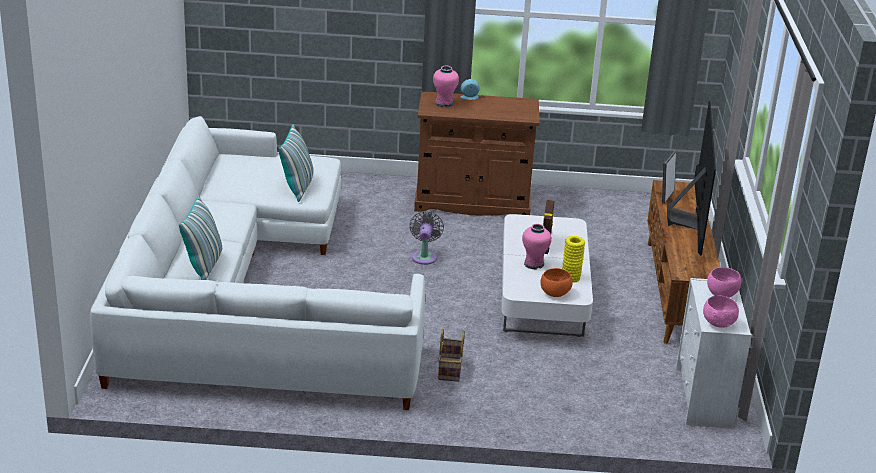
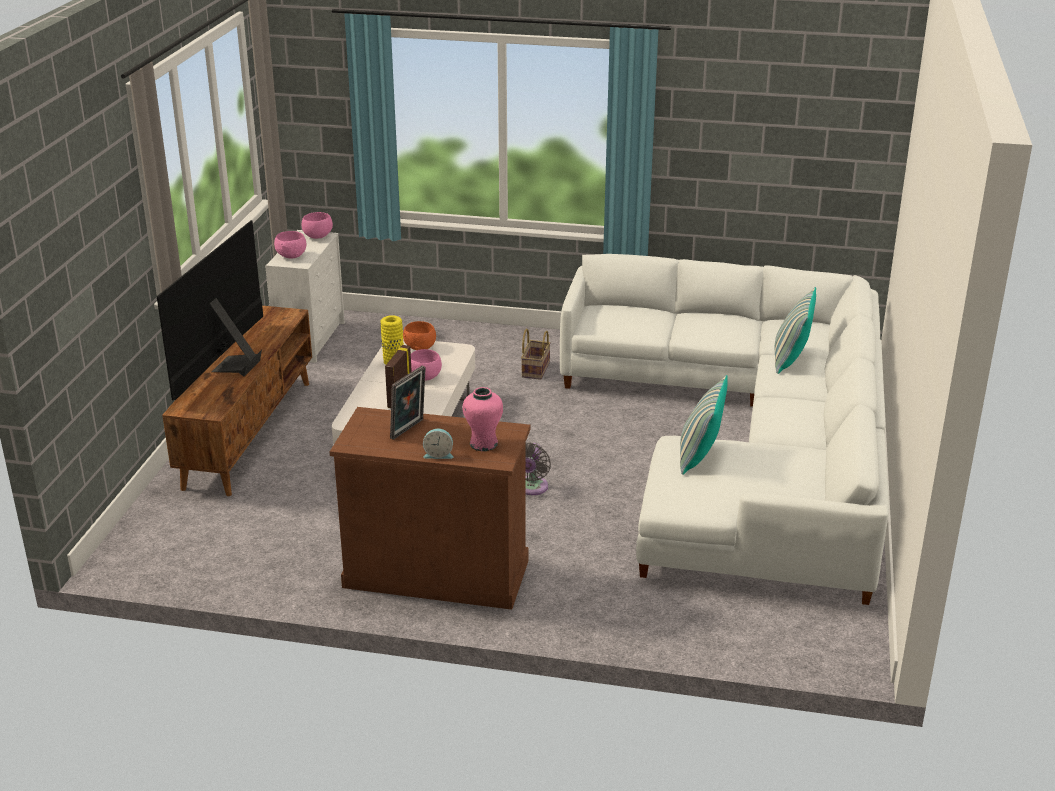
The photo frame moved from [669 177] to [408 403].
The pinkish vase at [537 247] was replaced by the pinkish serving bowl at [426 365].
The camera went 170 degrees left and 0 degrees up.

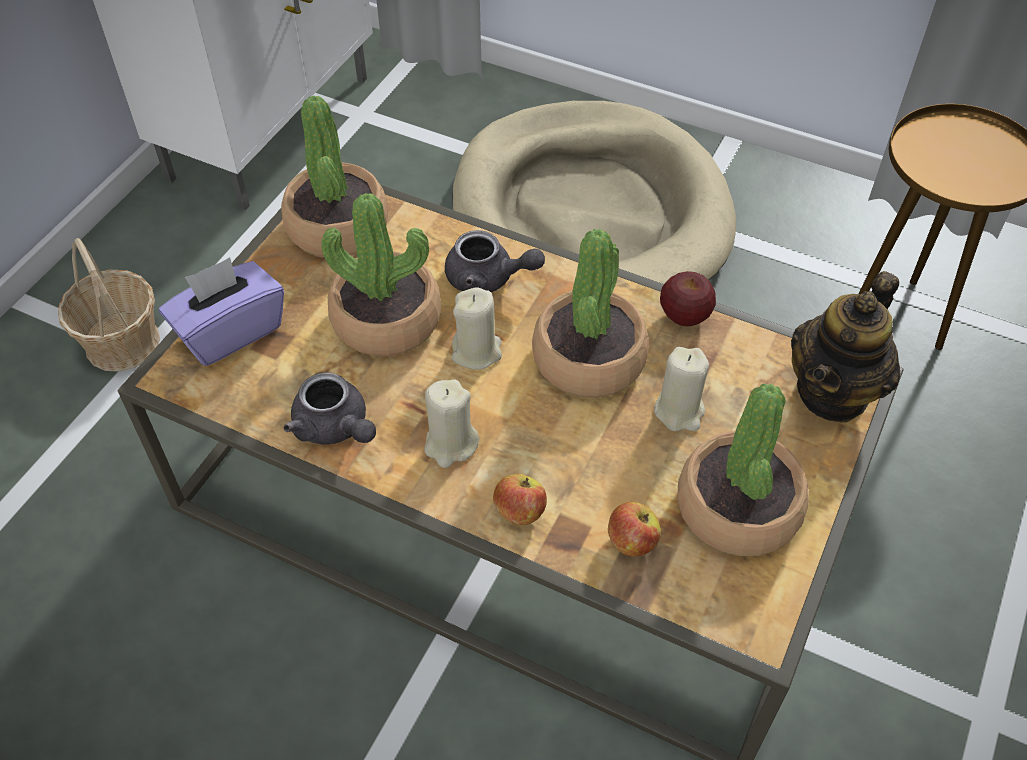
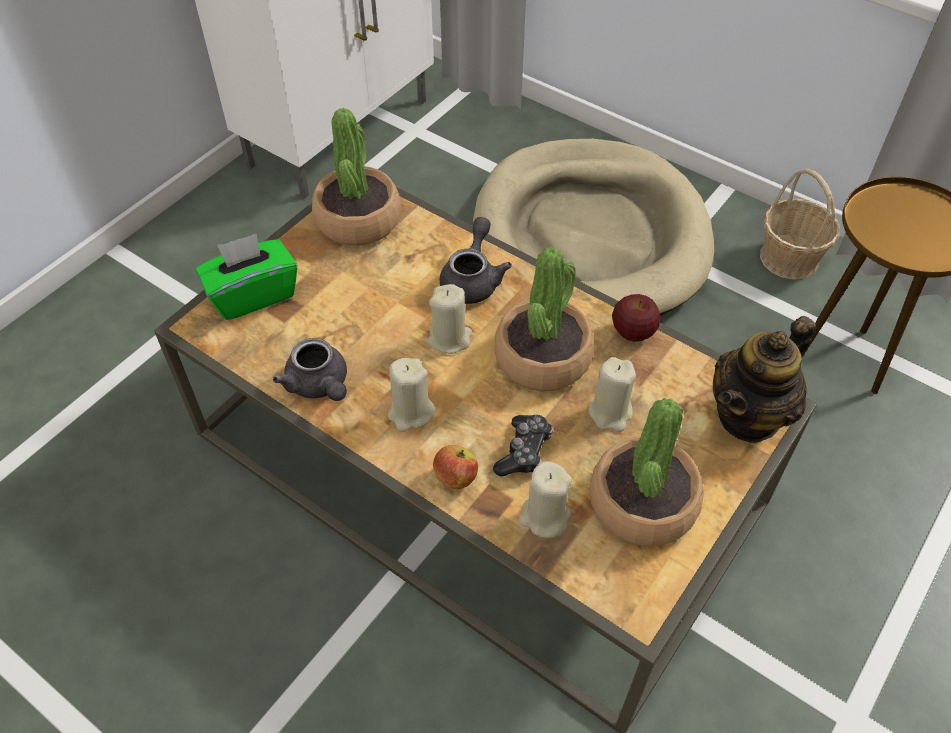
The plant in a pot at [381 274] disappeared.
The grey teapot at [495 261] turned 105 degrees counterclockwise.
The basket moved from [109 305] to [799 224].
The purple tissue holder at [221 311] became the green tissue holder at [247 277].
The apple at [634 529] was replaced by the beige-coloured candle at [545 499].
The game controller at [523 445] appeared.
The camera went 10 degrees right and 0 degrees up.

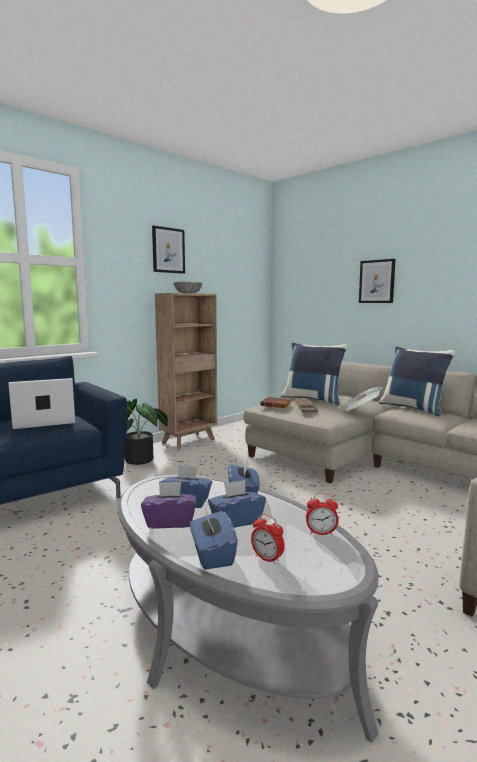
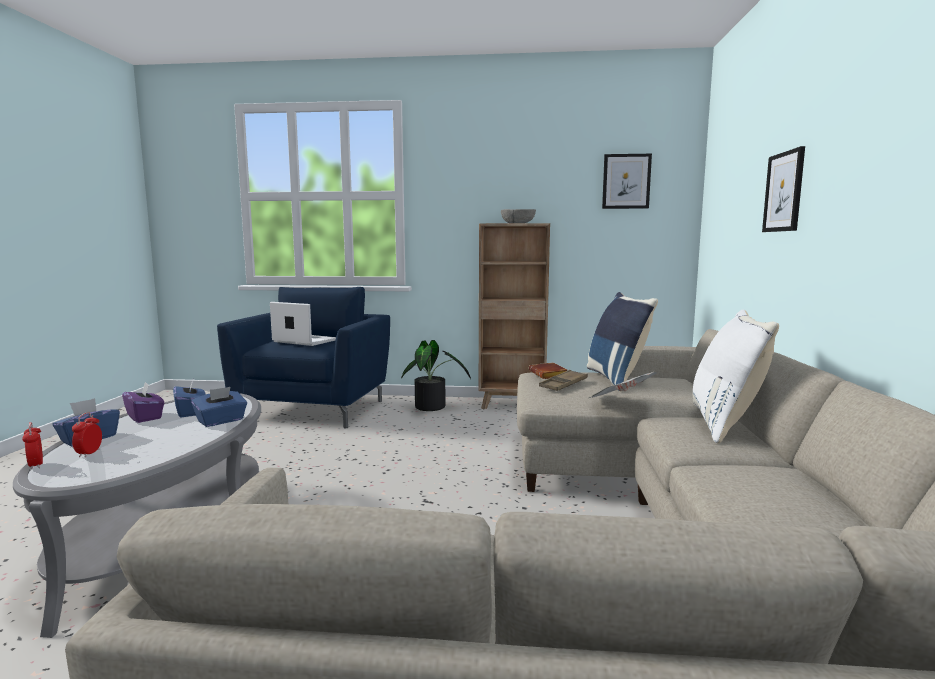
The picture moved from [168 250] to [627 181].
The blue cushion at [417 381] became the white-coloured cushion at [736 376].
The blue tissue holder at [237 504] disappeared.
The alarm clock moved from [322 514] to [32 446].
The camera went 50 degrees right and 0 degrees up.

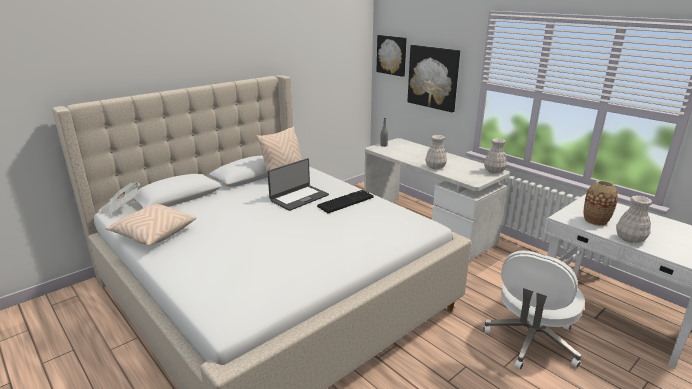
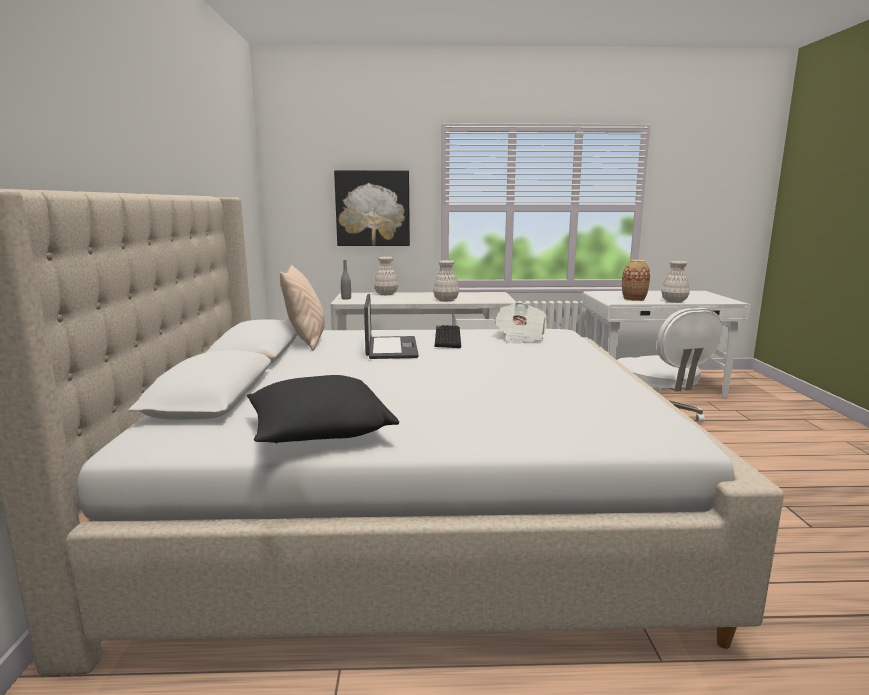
The picture at [392 56] disappeared.
The white-coloured vase moved from [495 156] to [386 276].
The newspaper moved from [119 199] to [521 323].
The beige-coloured cushion at [151 225] became the black cushion at [323 409].
The camera went 50 degrees left and 10 degrees down.

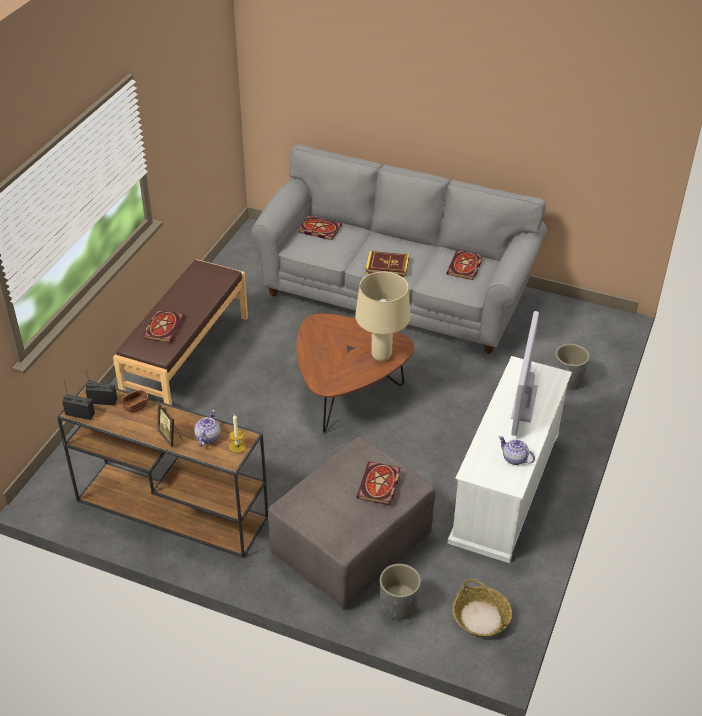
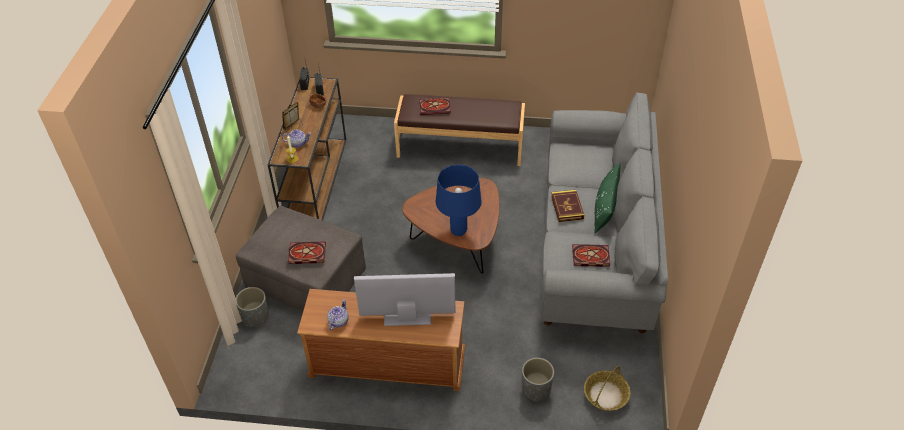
The bound book at [320 227] disappeared.
The beige-coloured table lamp at [382 316] became the blue table lamp at [459 200].
The white-coloured tv stand at [509 459] became the brownish tv stand at [381 340].
The basket moved from [482 608] to [607 388].
The green cushion at [607 197] appeared.
The camera went 75 degrees right and 5 degrees up.

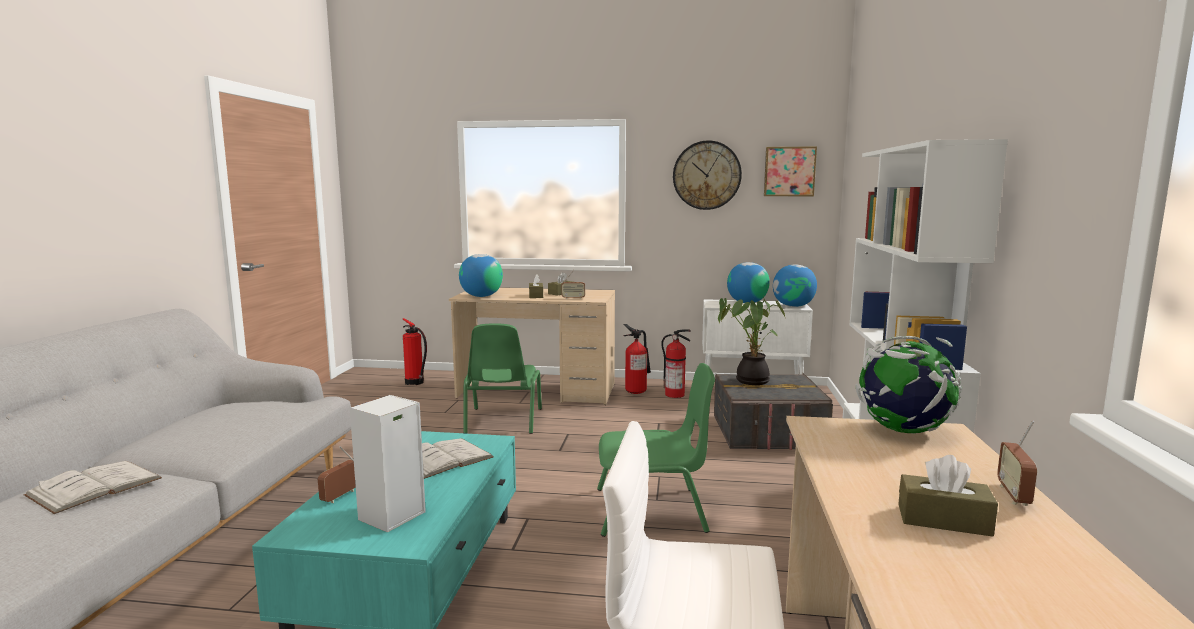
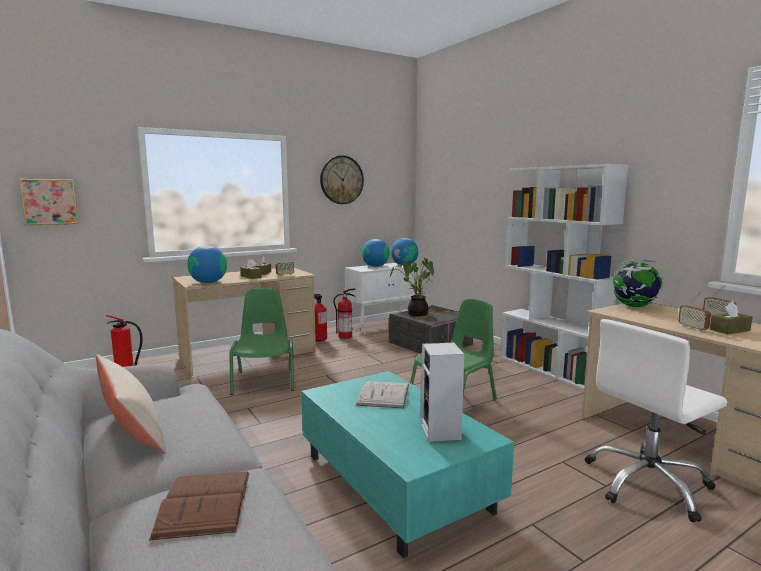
The picture moved from [790 171] to [49 202].
The green plain chair at [502 378] turned 150 degrees counterclockwise.
The radio set moved from [337 474] to [694 312].
The white-coloured bound book at [93 487] became the brownish bound book at [199 506].
The beige-coloured cushion at [131 404] appeared.
The camera went 40 degrees left and 0 degrees up.

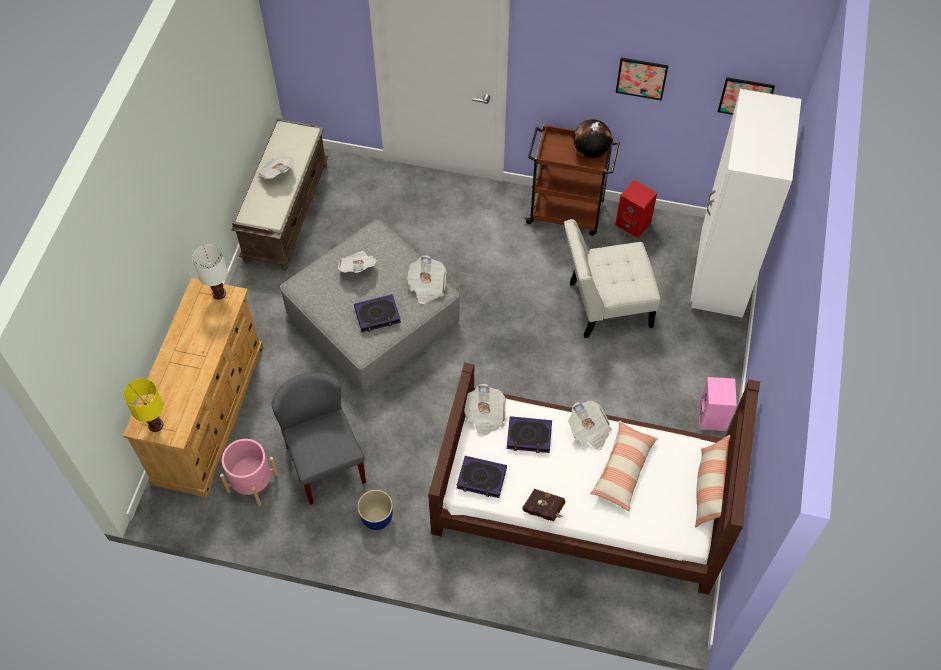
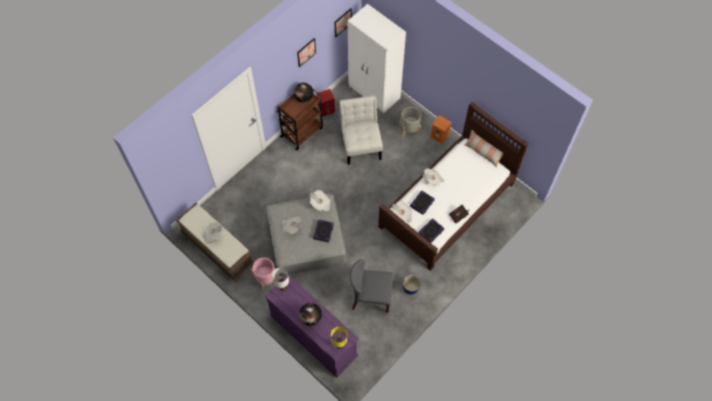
The white-coloured plain chair at [612 278] turned 150 degrees clockwise.
The beige-coloured dresser at [193 387] became the purple dresser at [312 326].
The pinkish speaker at [718 404] became the orangey speaker at [440 129].
The cushion at [624 466] disappeared.
The pinkish plant pot moved from [249 472] to [265 274].
The grey plant pot at [410 122] appeared.
The desk globe at [310 314] appeared.
The camera went 60 degrees left and 5 degrees up.

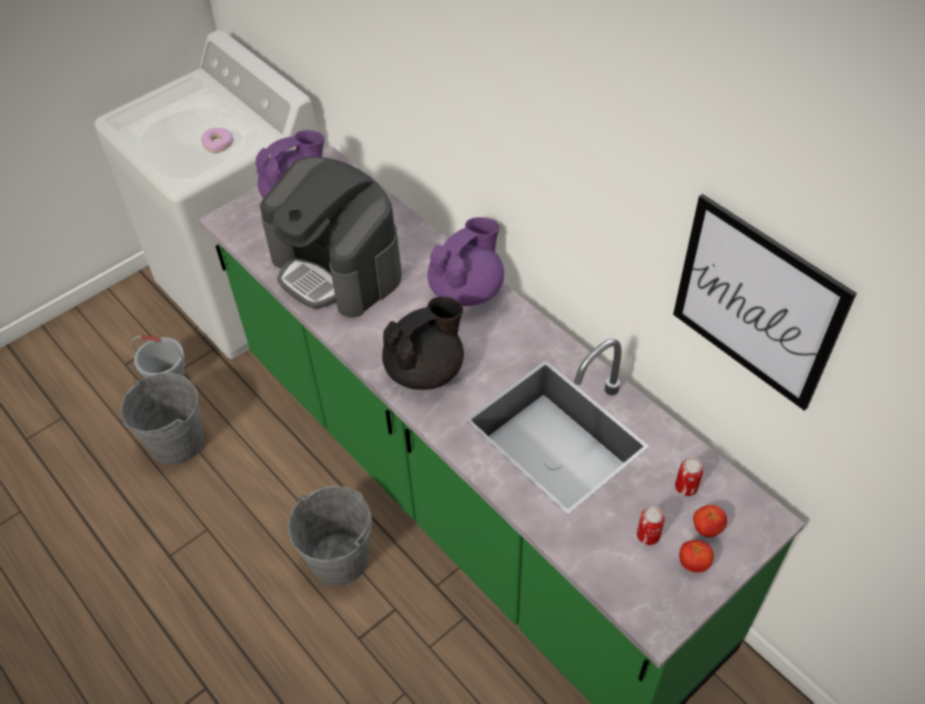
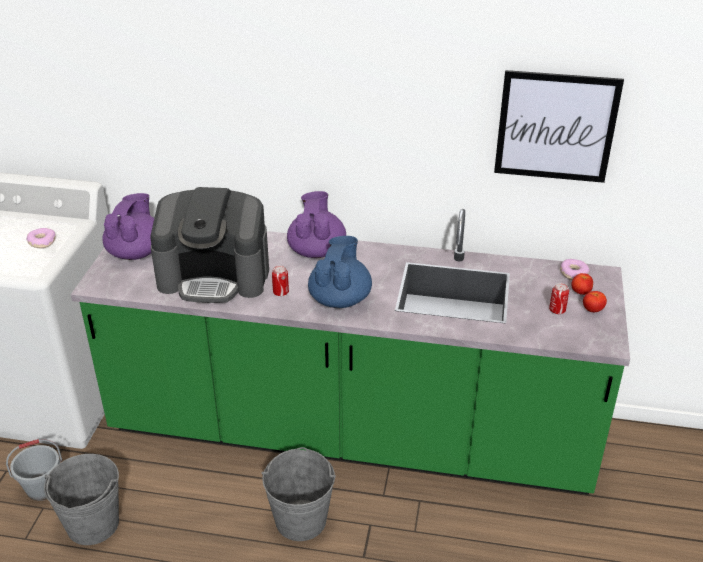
The black teapot at [423 343] became the blue teapot at [340 272].
The can moved from [689 476] to [280 280].
The donut at [575 269] appeared.
The camera went 40 degrees left and 15 degrees down.

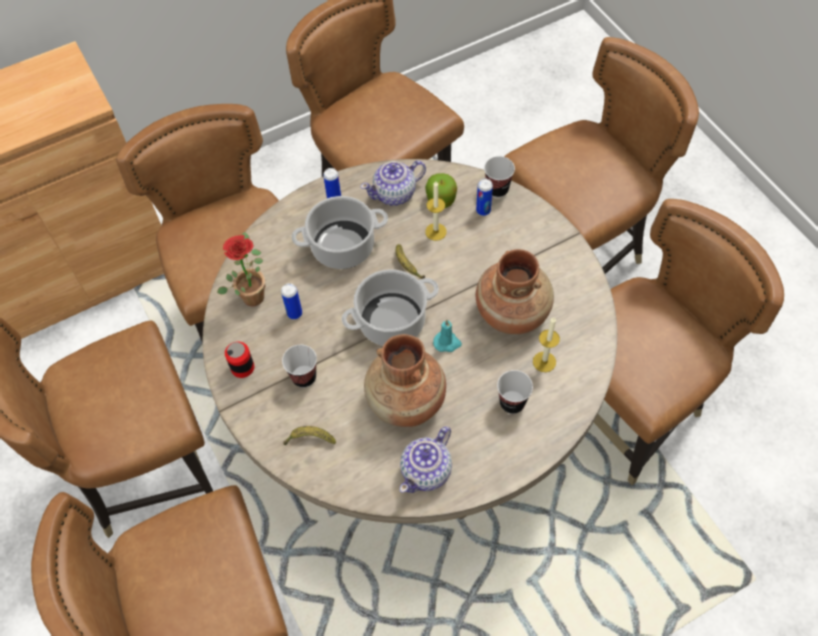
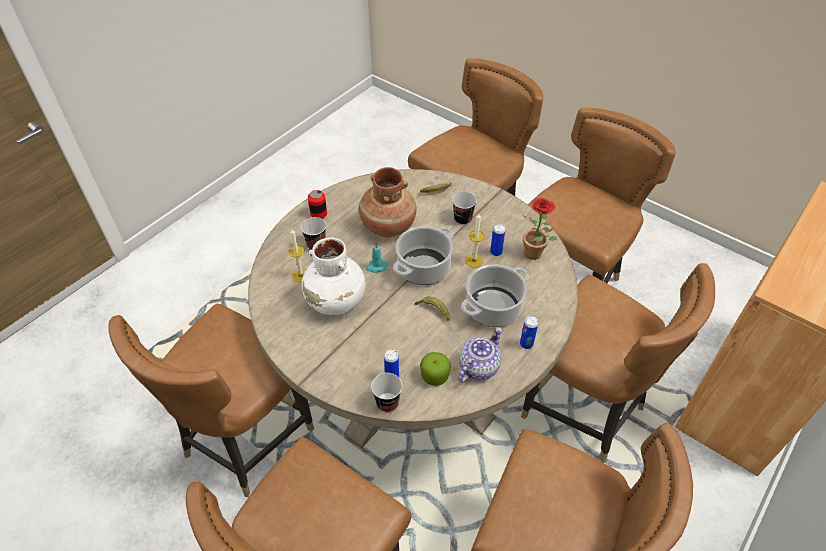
The candle moved from [436 211] to [474 241].
The brownish vase at [515 291] became the white-coloured vase at [334 276].
The can moved from [239 360] to [317 204].
The teapot at [426 459] disappeared.
The camera went 155 degrees right and 10 degrees down.

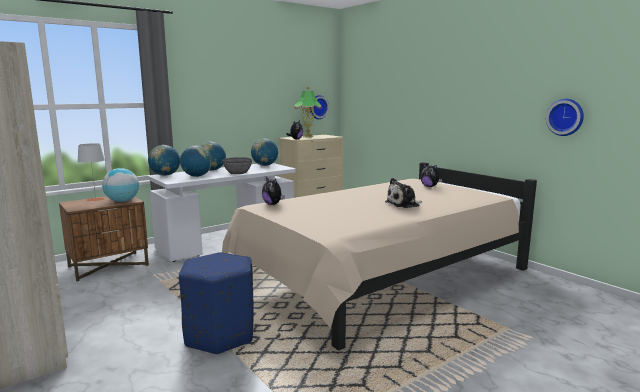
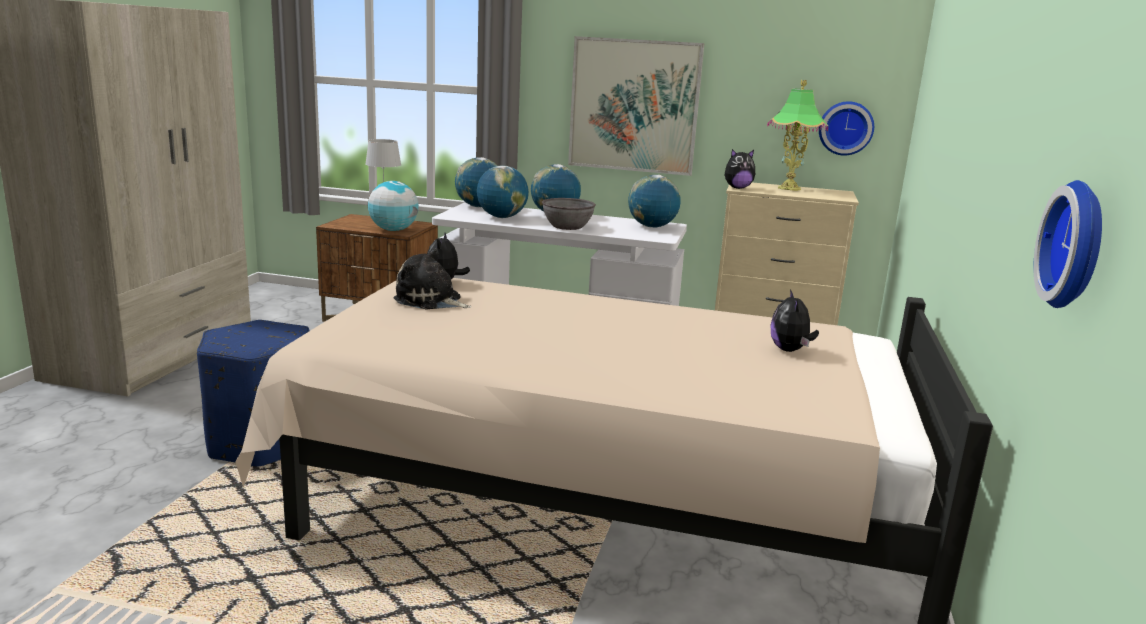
The soft toy moved from [403 193] to [432 279].
The picture at [636 106] appeared.
The camera went 50 degrees right and 5 degrees up.

